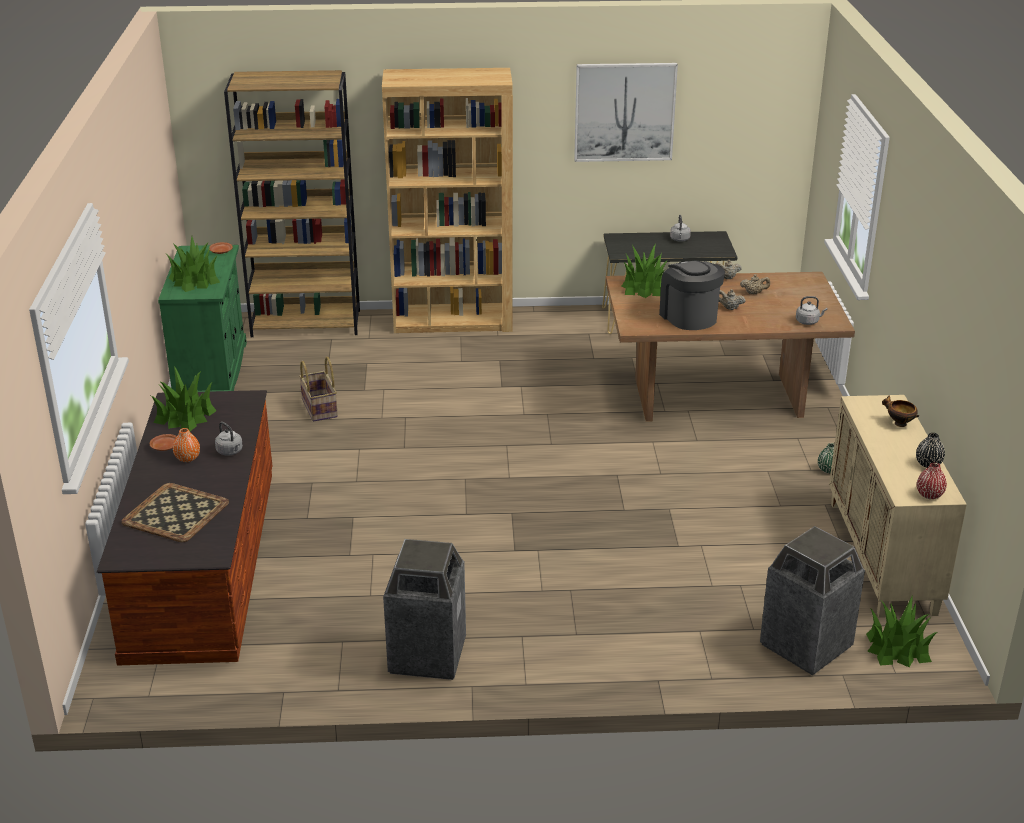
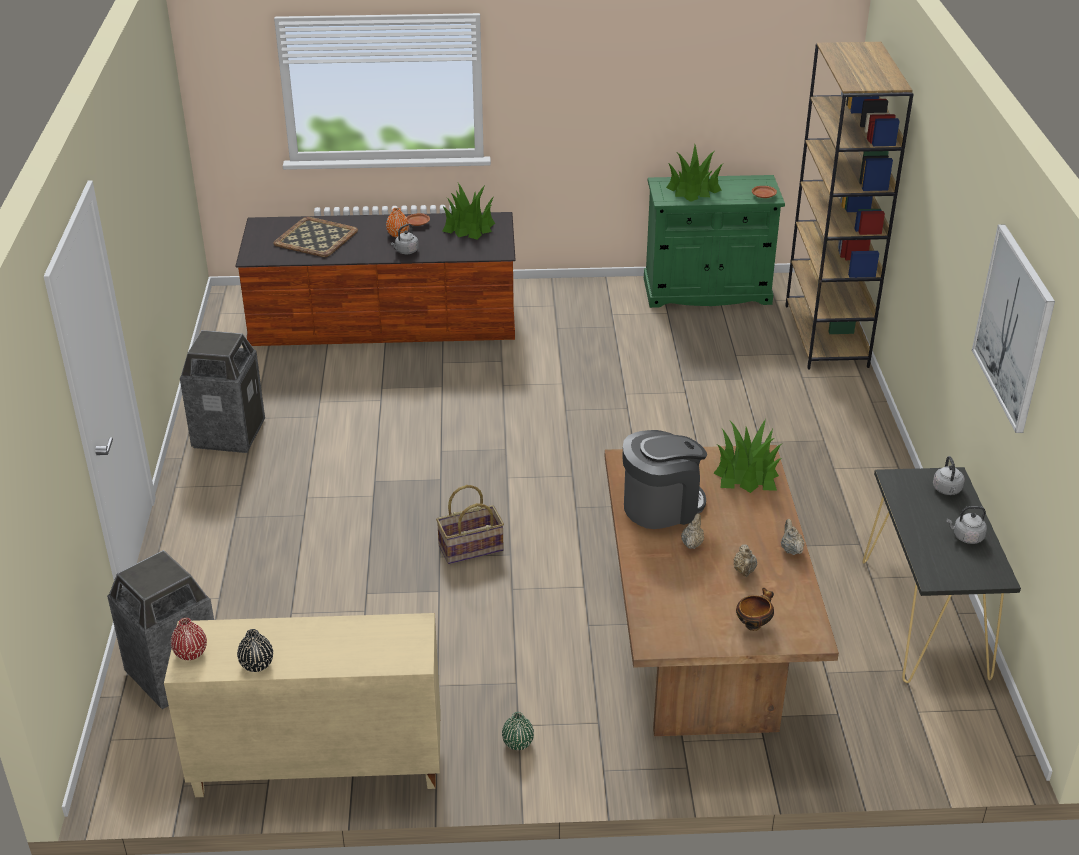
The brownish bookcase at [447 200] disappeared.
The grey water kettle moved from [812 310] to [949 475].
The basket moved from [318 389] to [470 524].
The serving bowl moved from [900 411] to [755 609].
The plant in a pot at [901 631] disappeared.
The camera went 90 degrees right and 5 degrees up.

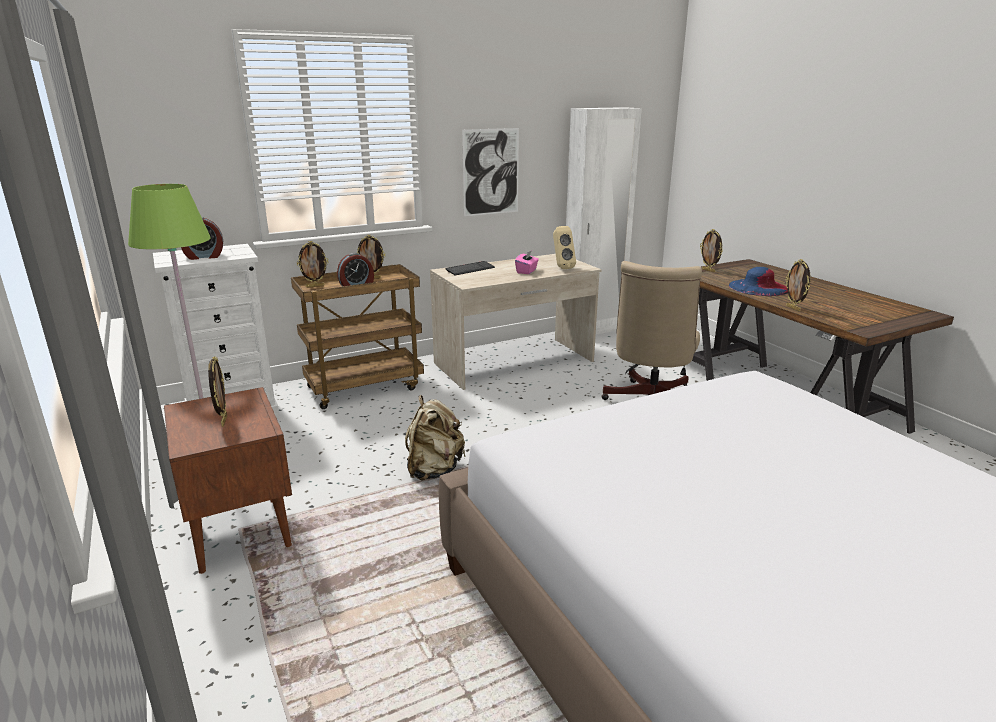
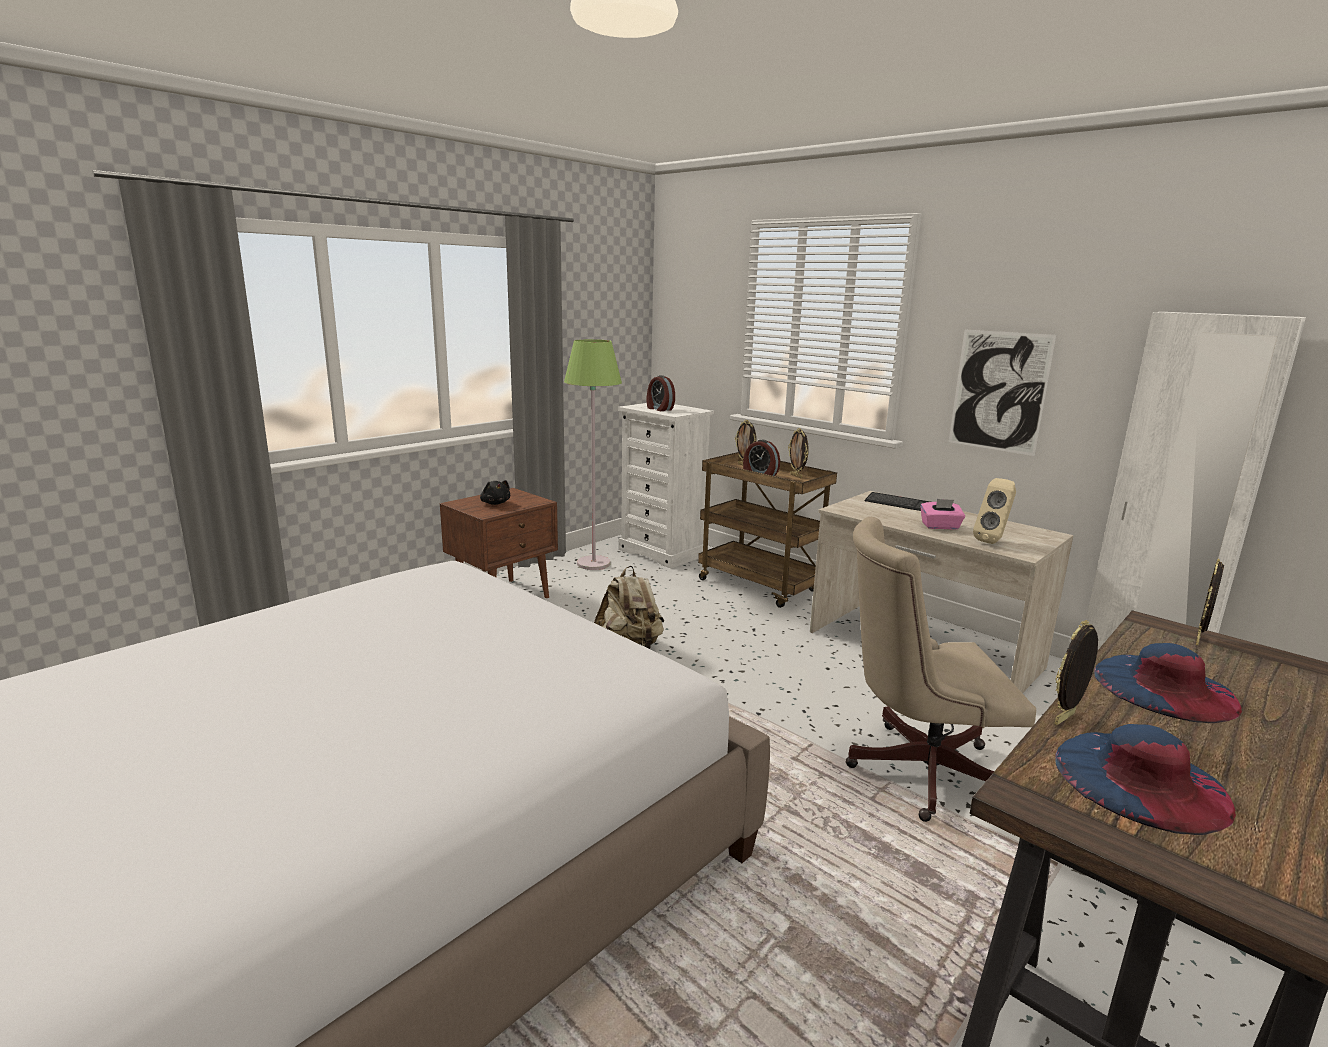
The photo frame at [217 391] was replaced by the black soft toy at [495 492].
The blue wearable hat at [1145 779] appeared.
The camera went 70 degrees right and 5 degrees down.

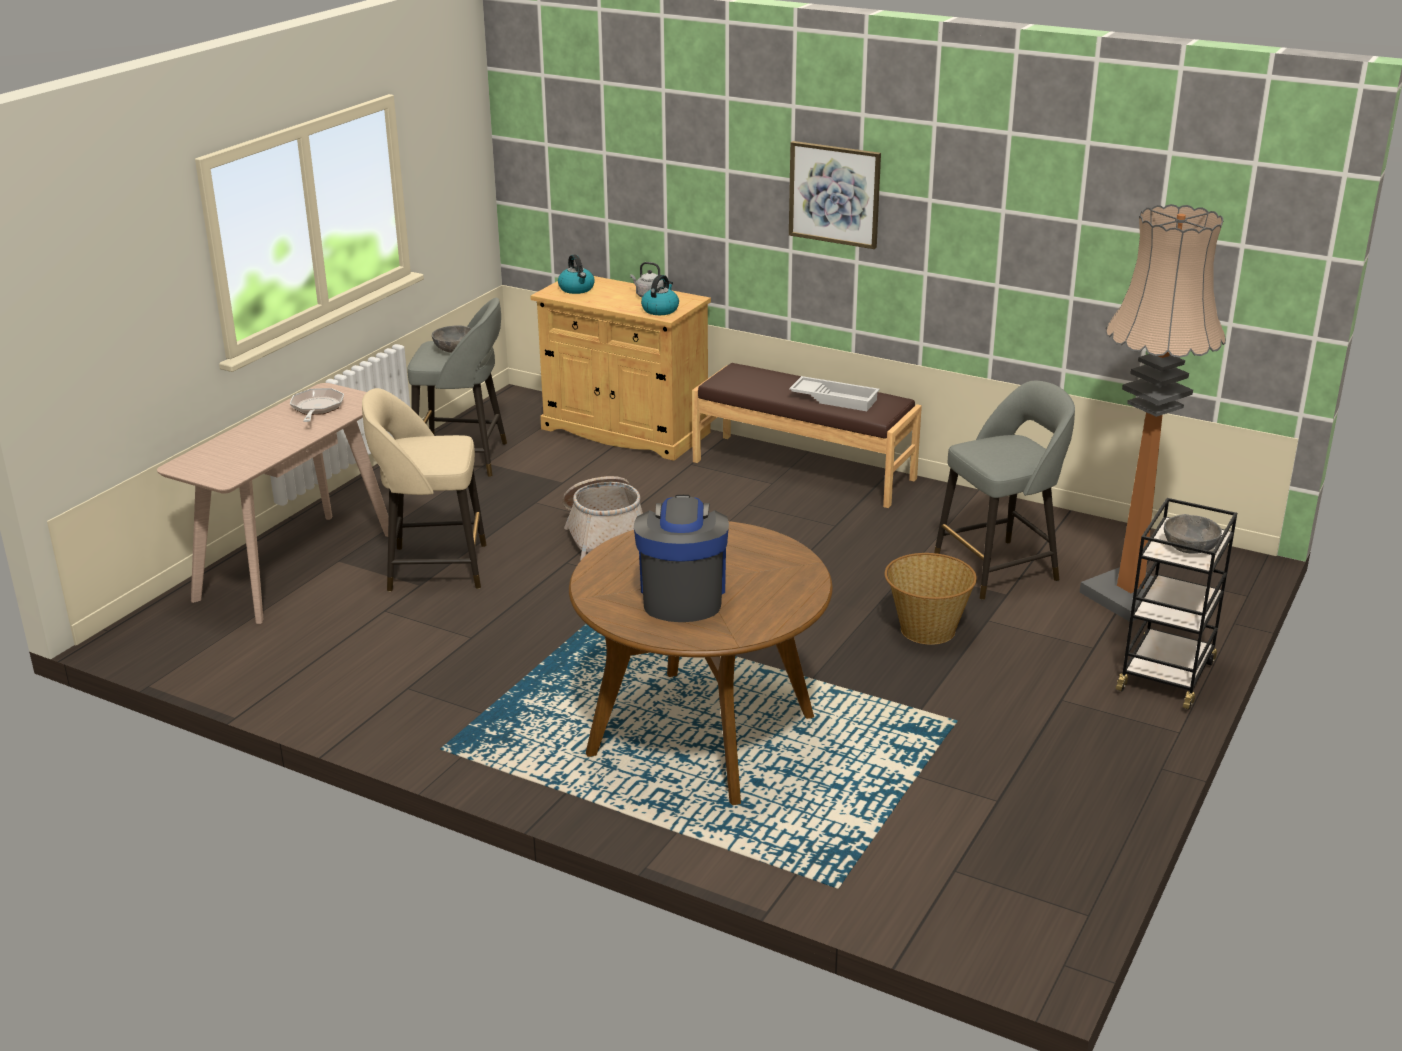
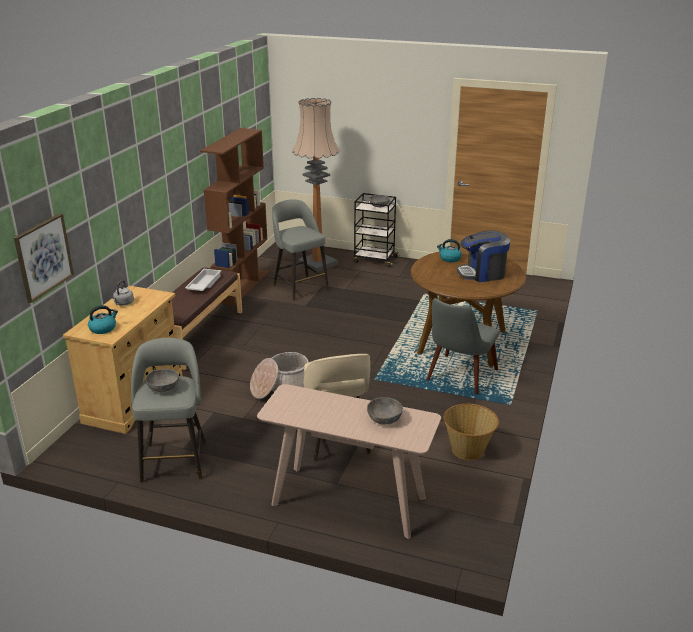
The picture moved from [835 195] to [44 258].
The water kettle moved from [660 295] to [449 250].
The skillet at [317 405] disappeared.
The basket moved from [931 599] to [471 432].
The brownish bookcase at [234 217] appeared.
The grey plain chair at [463 346] appeared.
The grey serving bowl at [385 411] appeared.
The camera went 100 degrees left and 0 degrees up.

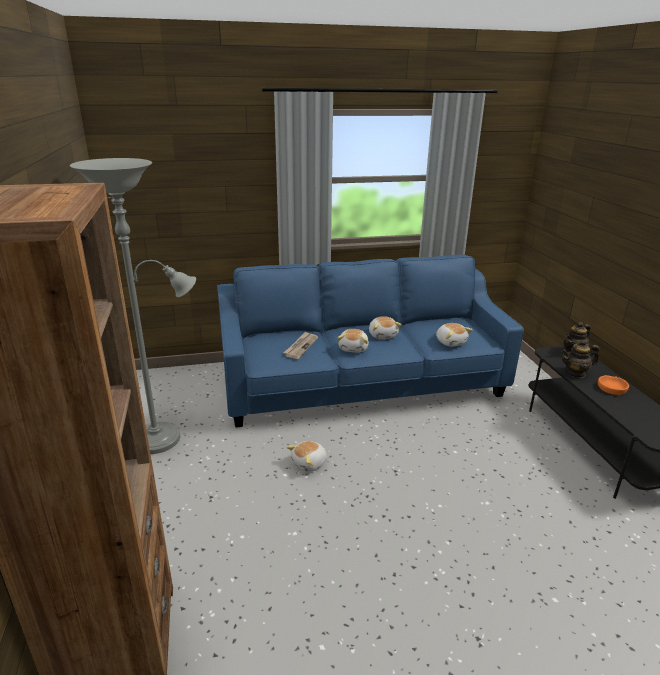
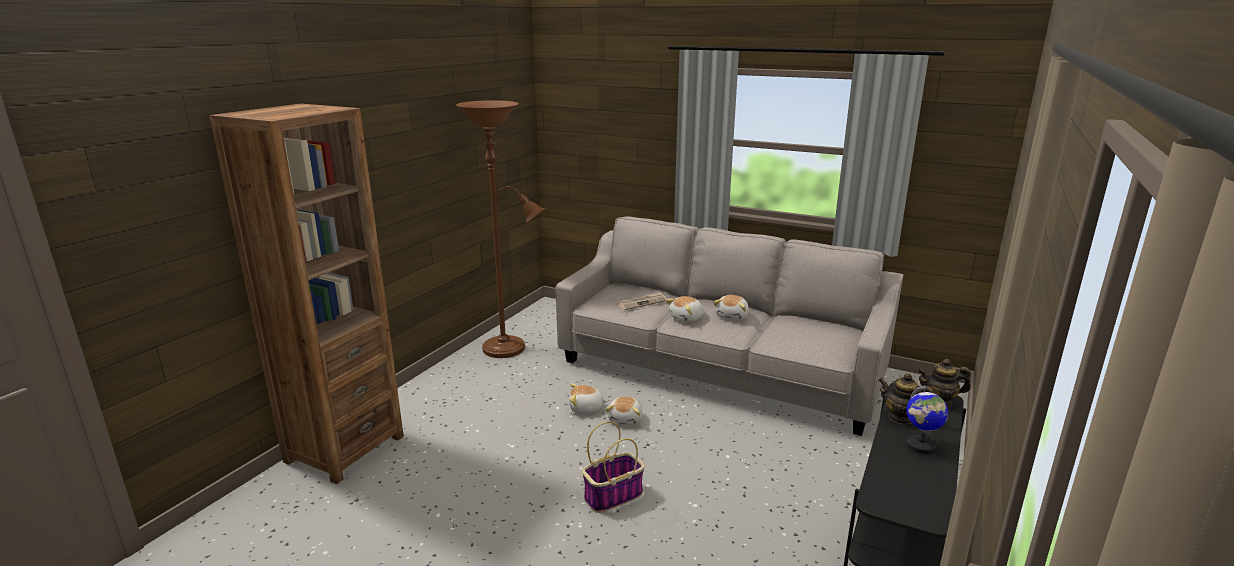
The grey standing lamp at [133 306] became the brownish standing lamp at [500 229].
The blue couch at [370 341] became the grey couch at [729 326].
The soft toy moved from [454 335] to [624 411].
The orangey serving bowl at [613 385] was replaced by the desk globe at [927 420].
The basket at [613 467] appeared.
The camera went 40 degrees right and 5 degrees down.

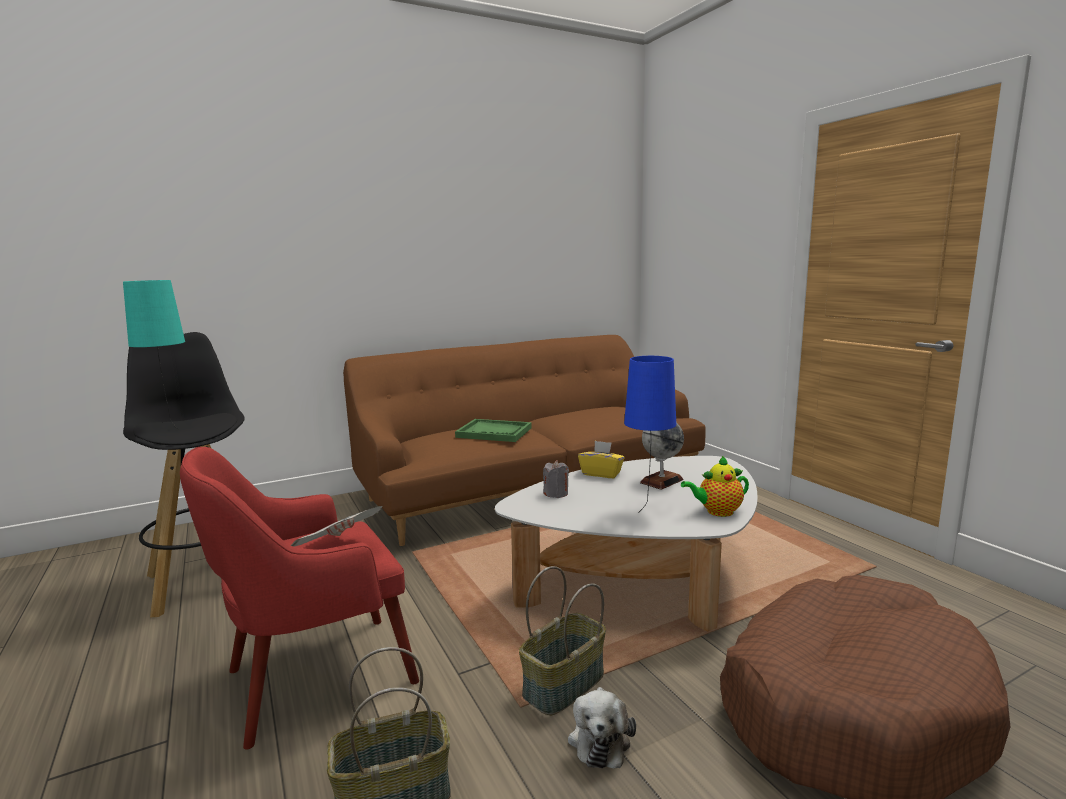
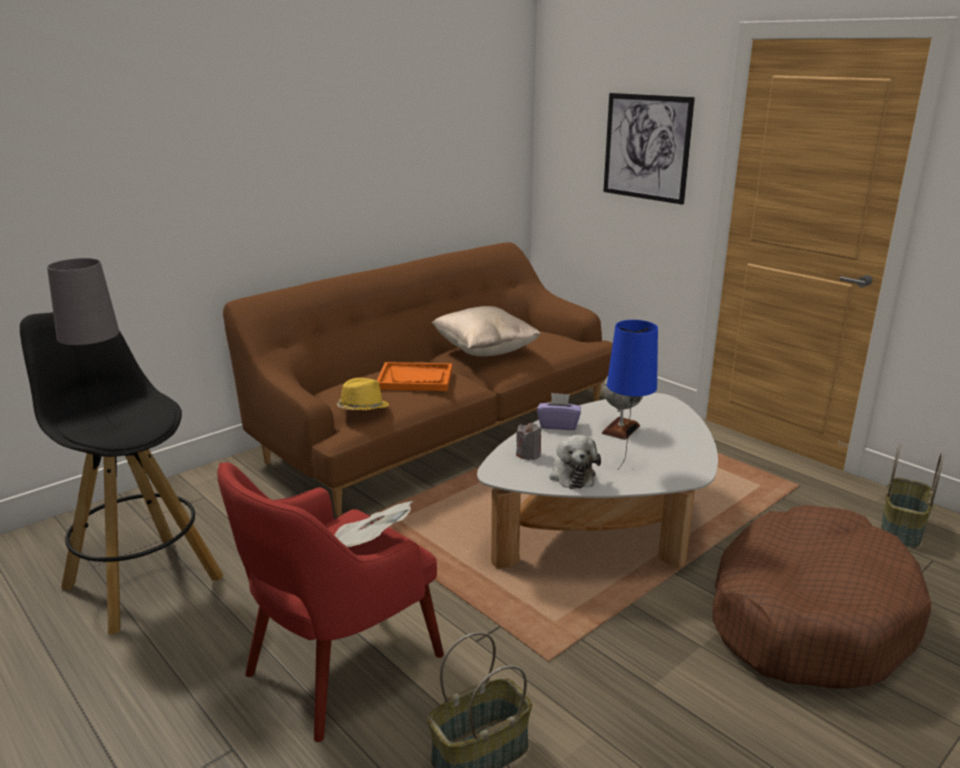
The turquoise table lamp at [154 355] became the grey table lamp at [83 344].
The green carrying tray at [493 430] became the orangey carrying tray at [414 376].
The yellow-coloured tissue holder at [601 459] became the purple tissue holder at [559 411].
The teapot at [715 486] disappeared.
The basket moved from [562 640] to [912 496].
The soft toy moved from [602 728] to [575 462].
The picture at [649 149] appeared.
The beige-coloured cushion at [486 331] appeared.
The yellow-coloured wearable hat at [363 394] appeared.
The camera went 15 degrees left and 10 degrees up.

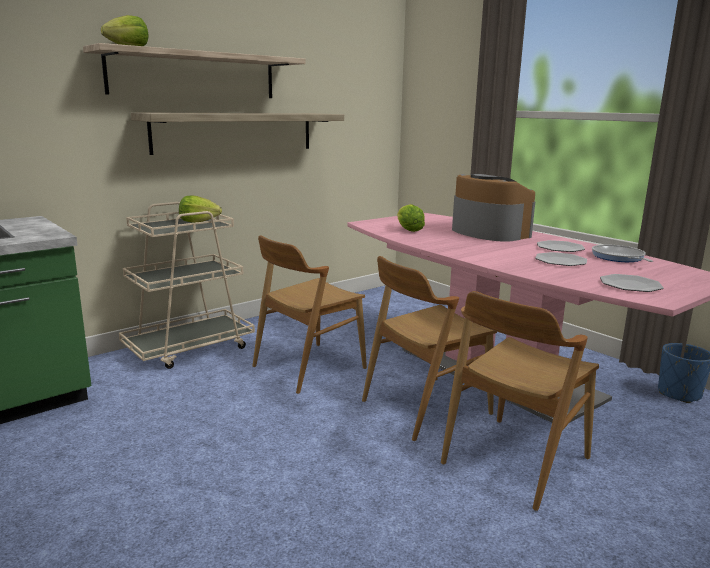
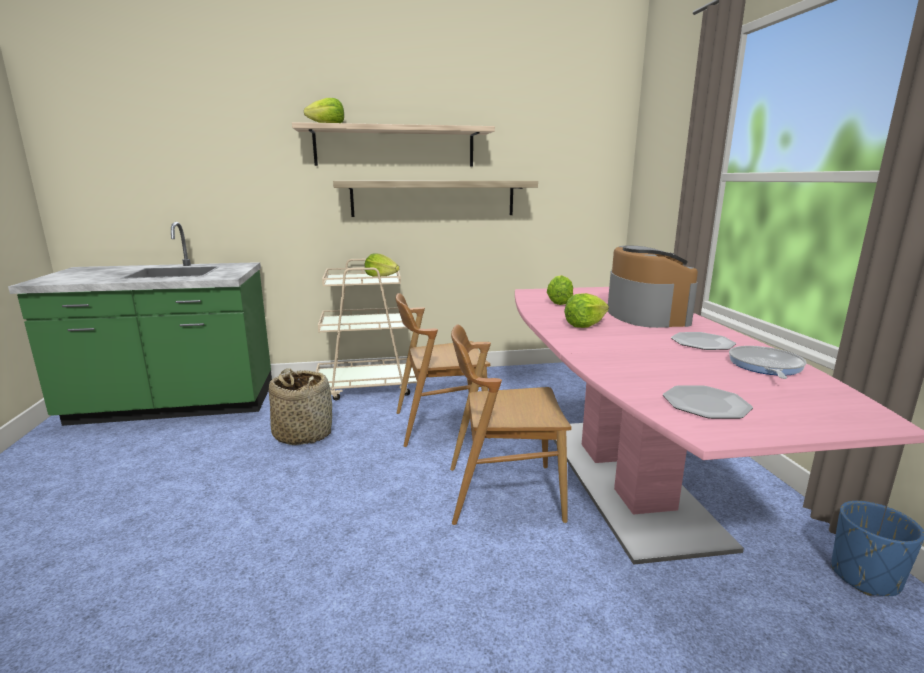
The flat dish at [561 259] disappeared.
The brownish plain chair at [520 401] disappeared.
The lettuce at [586 310] appeared.
The basket at [300 406] appeared.
The camera went 30 degrees right and 0 degrees up.

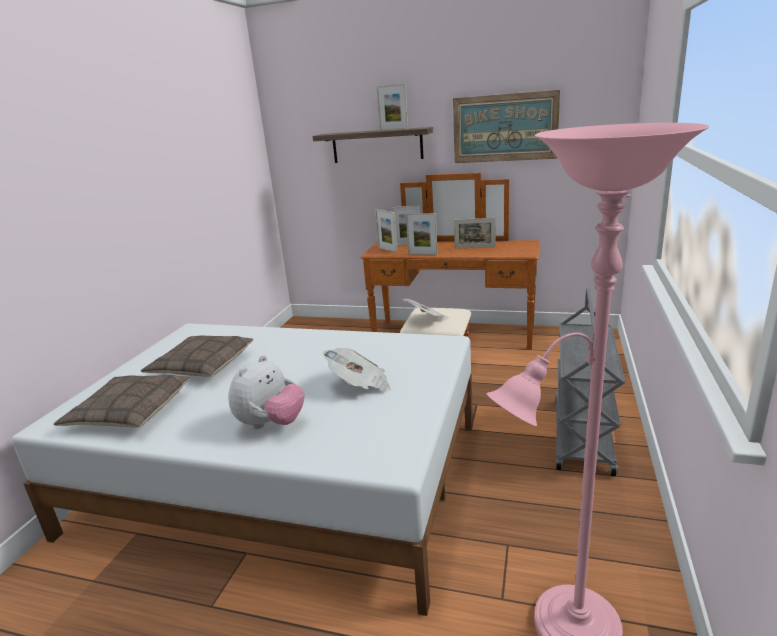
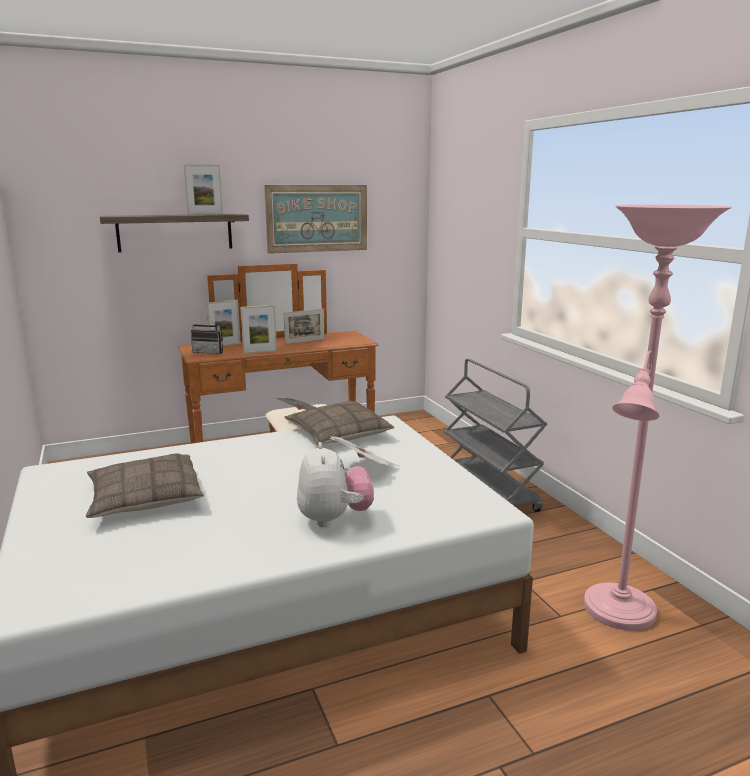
The photo frame at [386 230] was replaced by the radio set at [207 335].
The cushion moved from [122 401] to [339 423].
The camera went 40 degrees left and 5 degrees down.

